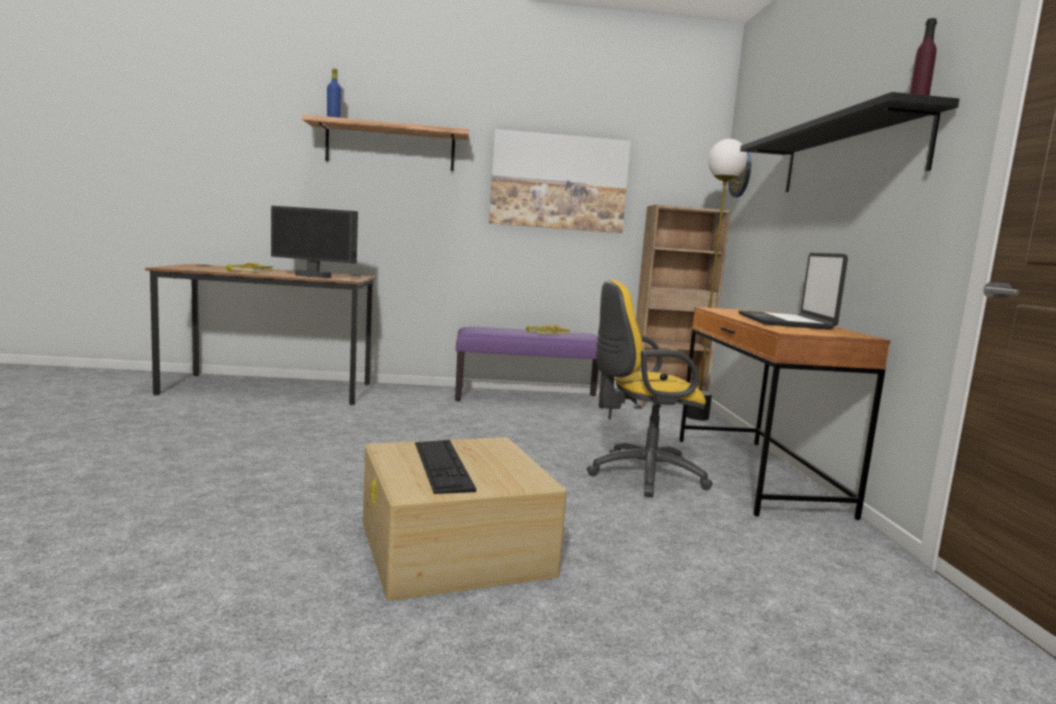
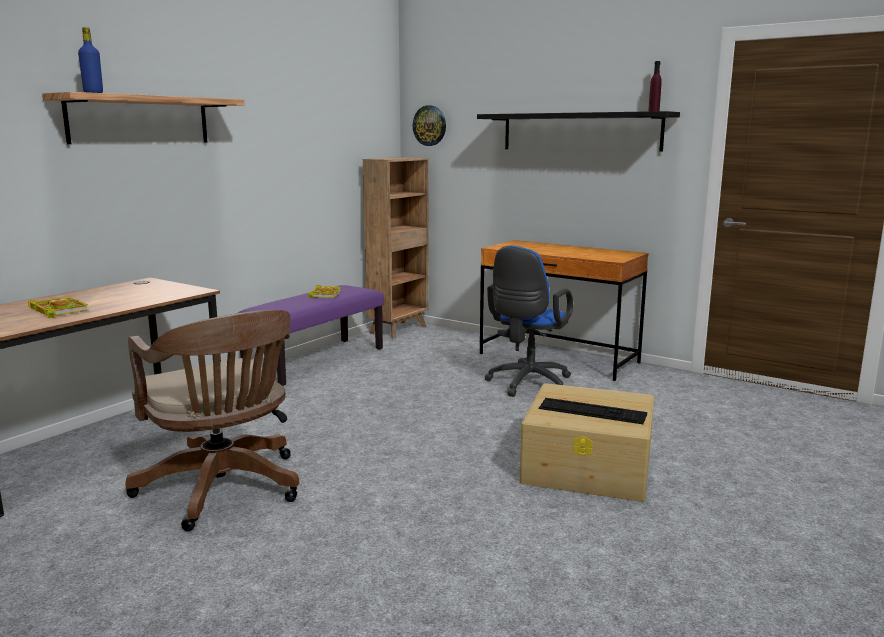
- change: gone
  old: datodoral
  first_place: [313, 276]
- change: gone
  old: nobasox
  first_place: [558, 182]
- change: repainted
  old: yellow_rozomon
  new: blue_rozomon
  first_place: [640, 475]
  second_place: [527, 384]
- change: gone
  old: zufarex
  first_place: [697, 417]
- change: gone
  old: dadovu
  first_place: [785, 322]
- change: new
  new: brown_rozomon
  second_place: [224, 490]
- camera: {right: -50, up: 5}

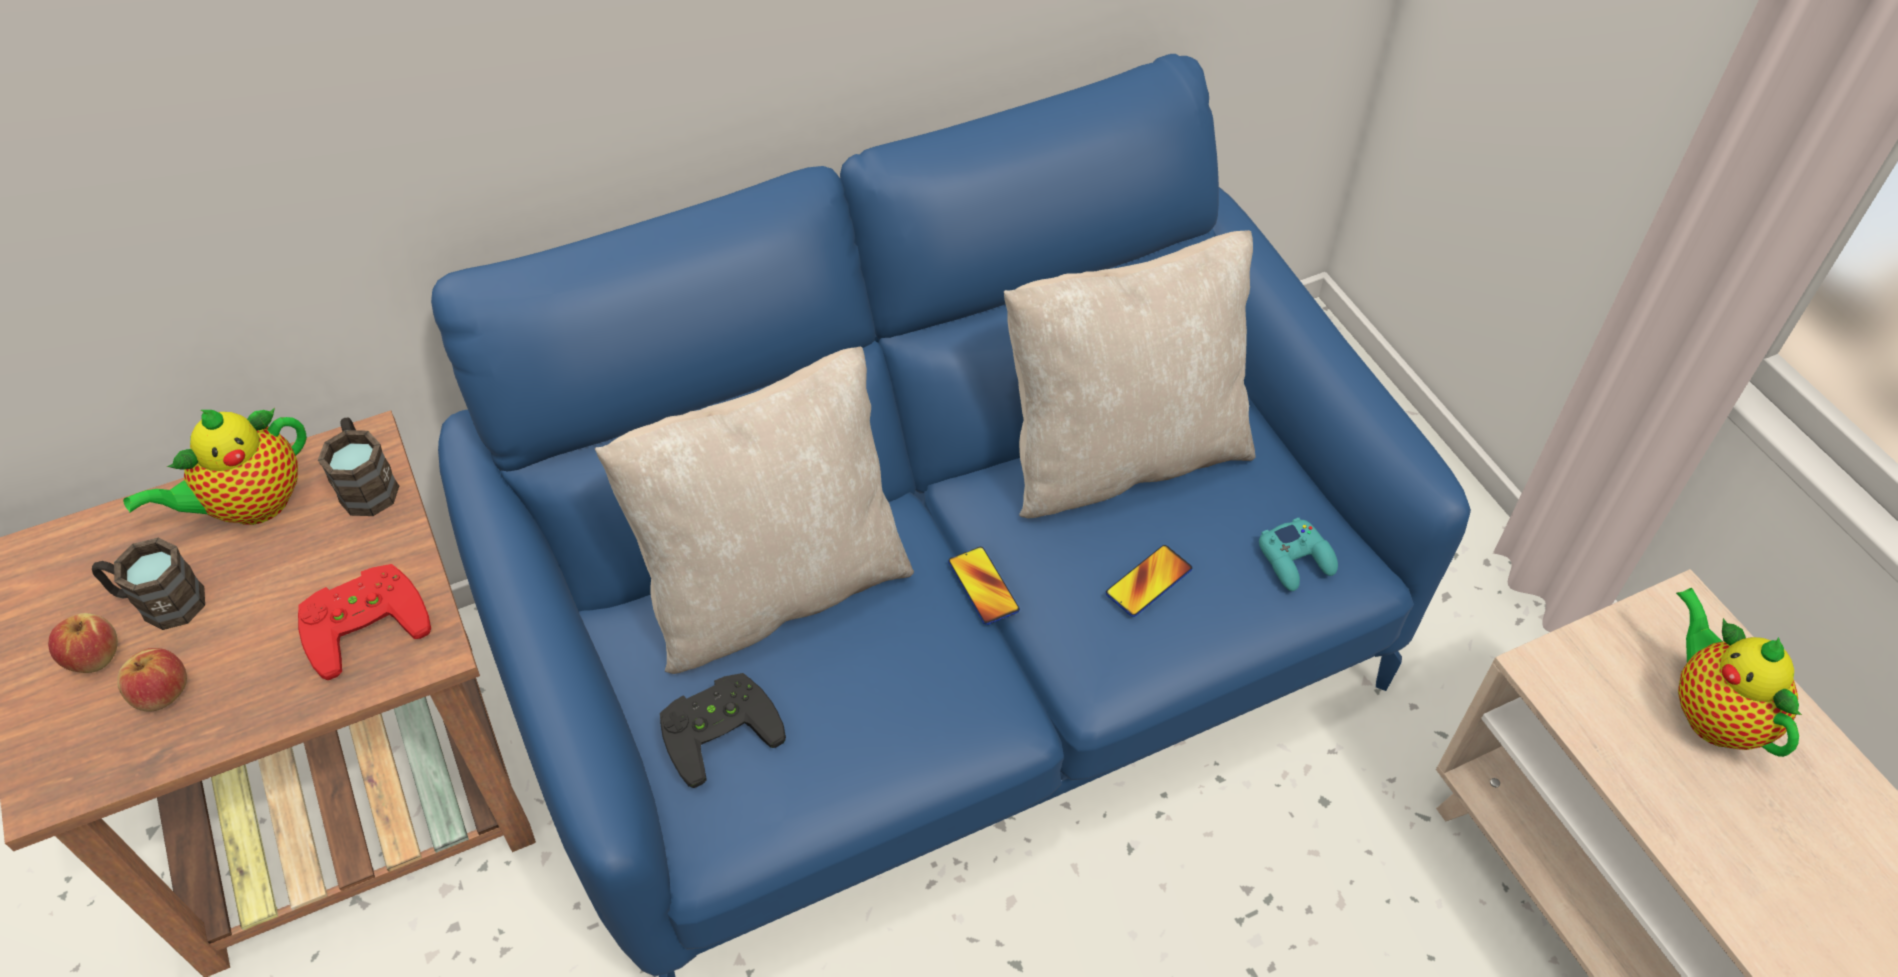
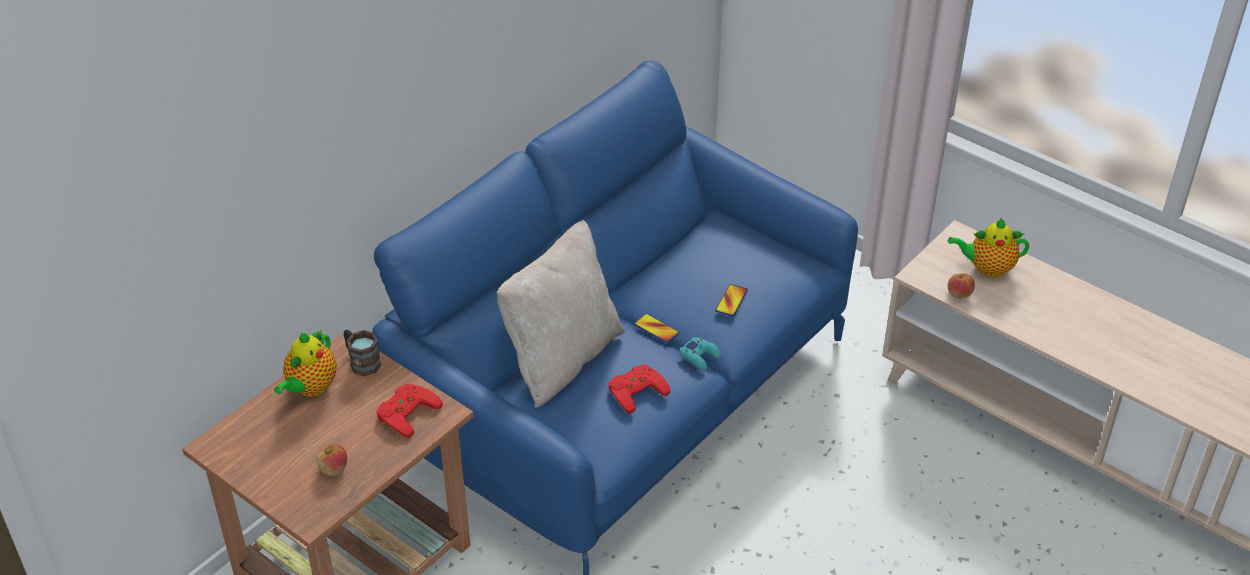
- change: shifted
  old: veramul
  first_place: [94, 656]
  second_place: [959, 294]
- change: gone
  old: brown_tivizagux
  first_place: [160, 602]
- change: gone
  old: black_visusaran
  first_place: [718, 726]
- change: gone
  old: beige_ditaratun
  first_place: [1122, 454]
- change: shifted
  old: turquoise_visusaran
  first_place: [1296, 560]
  second_place: [700, 357]
- change: rotated
  old: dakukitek
  first_place: [1712, 712]
  second_place: [987, 268]
  degrees: -45
- change: new
  new: red_visusaran
  second_place: [635, 389]
- camera: {right: -25, up: -10}

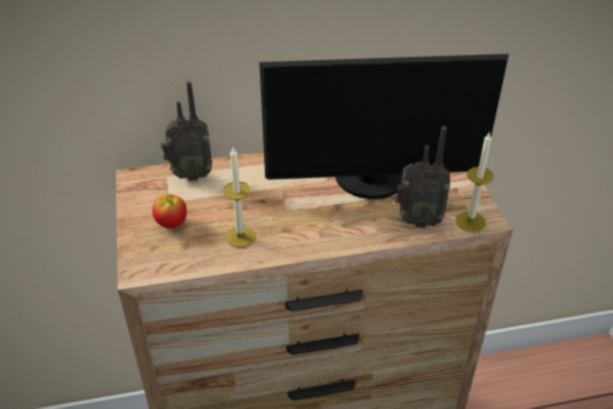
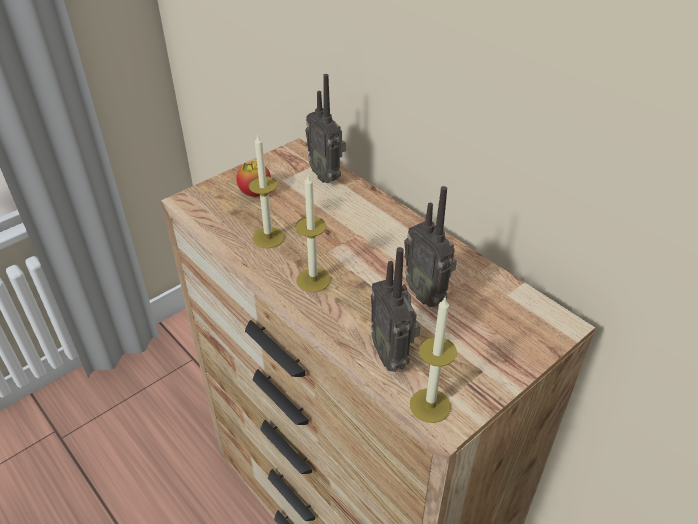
- change: swapped
  old: datodoral
  new: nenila
  first_place: [372, 180]
  second_place: [427, 294]
- change: new
  new: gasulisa
  second_place: [313, 280]
- camera: {right: 60, up: 0}

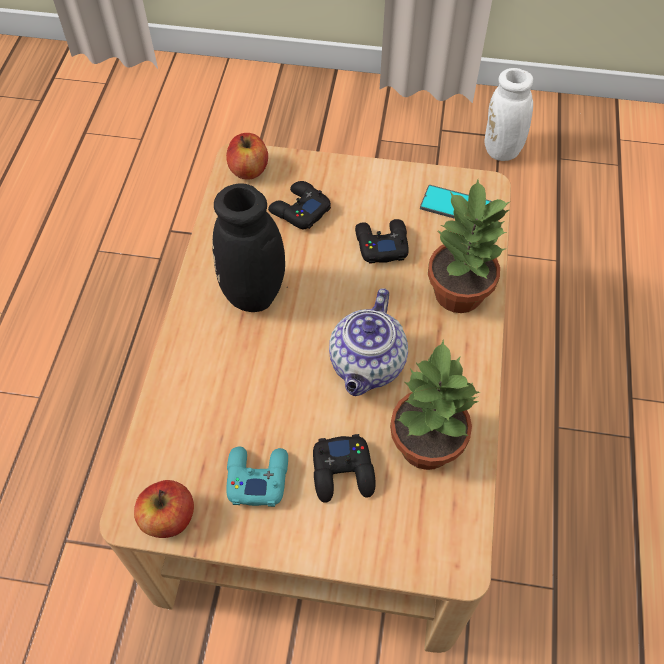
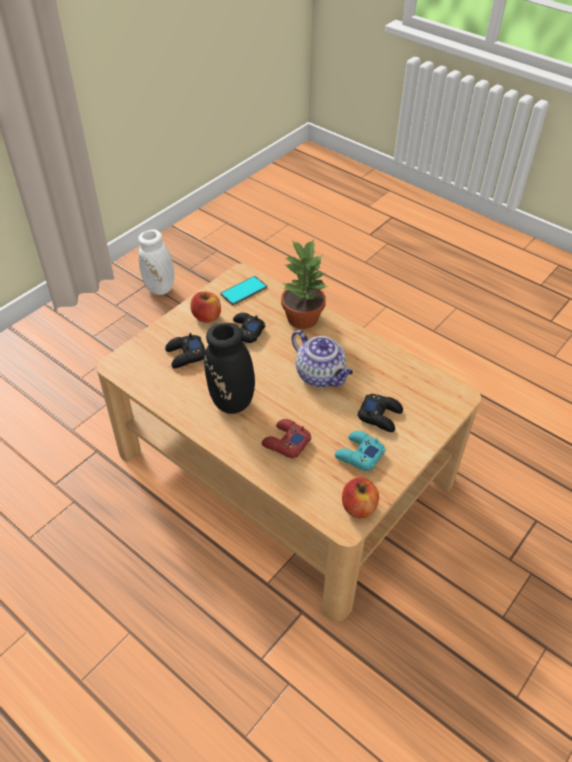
- change: shifted
  old: veramul
  first_place: [249, 170]
  second_place: [206, 317]
- change: gone
  old: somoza
  first_place: [425, 443]
- change: new
  new: red_visusaran
  second_place: [285, 442]
- camera: {right: -60, up: -10}

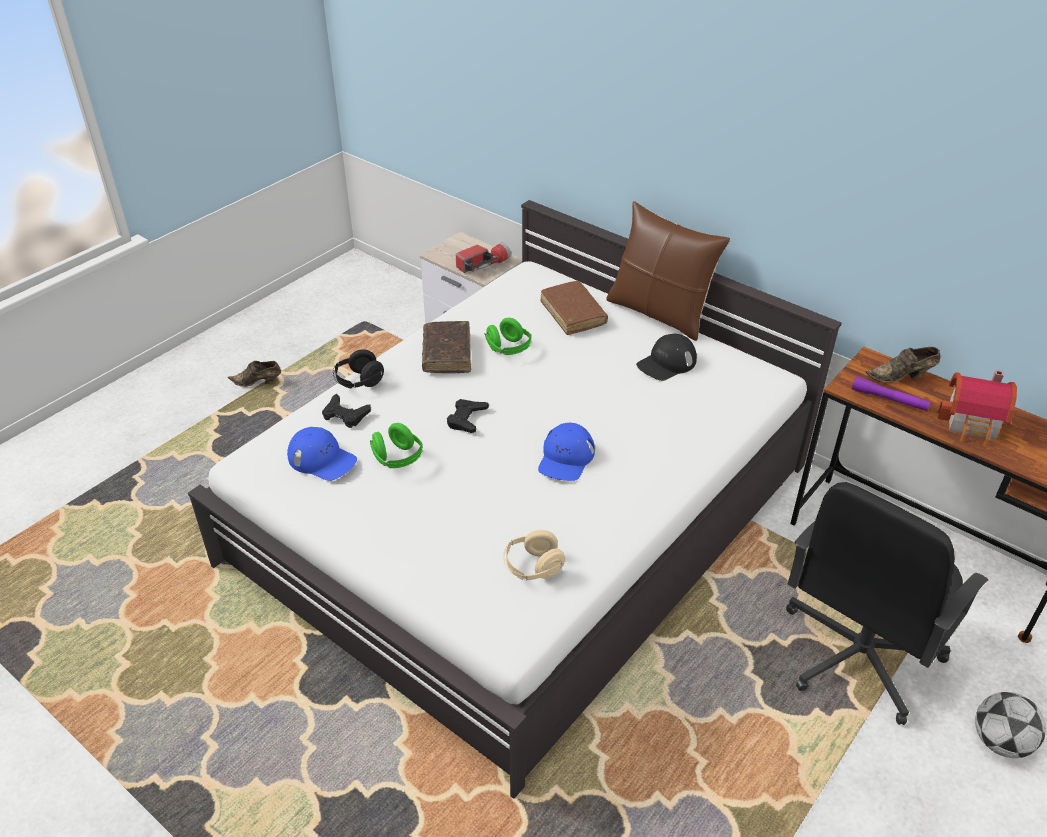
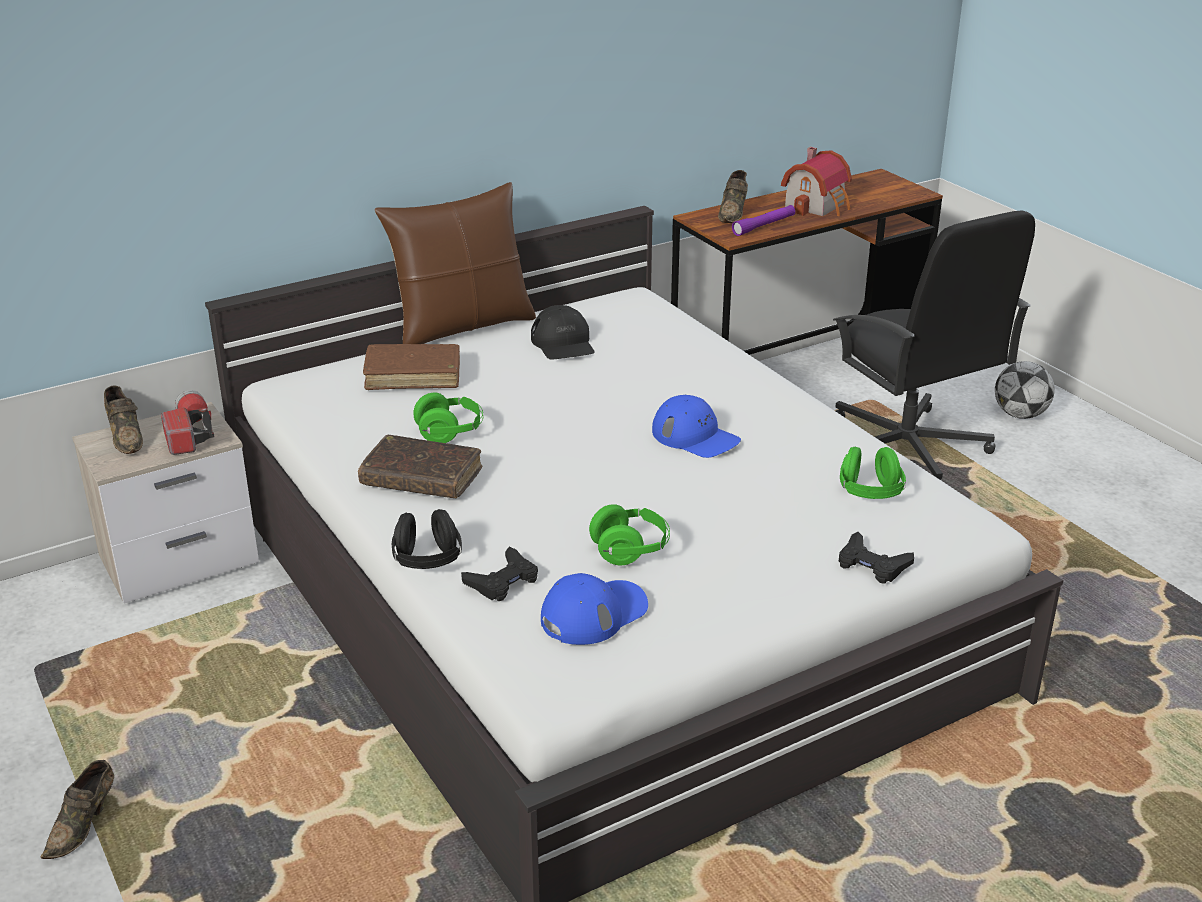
- change: shifted
  old: black_visusaran
  first_place: [466, 419]
  second_place: [872, 564]
- change: repainted
  old: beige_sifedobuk
  new: green_sifedobuk
  first_place: [533, 567]
  second_place: [869, 493]
- change: new
  new: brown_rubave
  second_place: [126, 437]
- camera: {right: -70, up: -10}

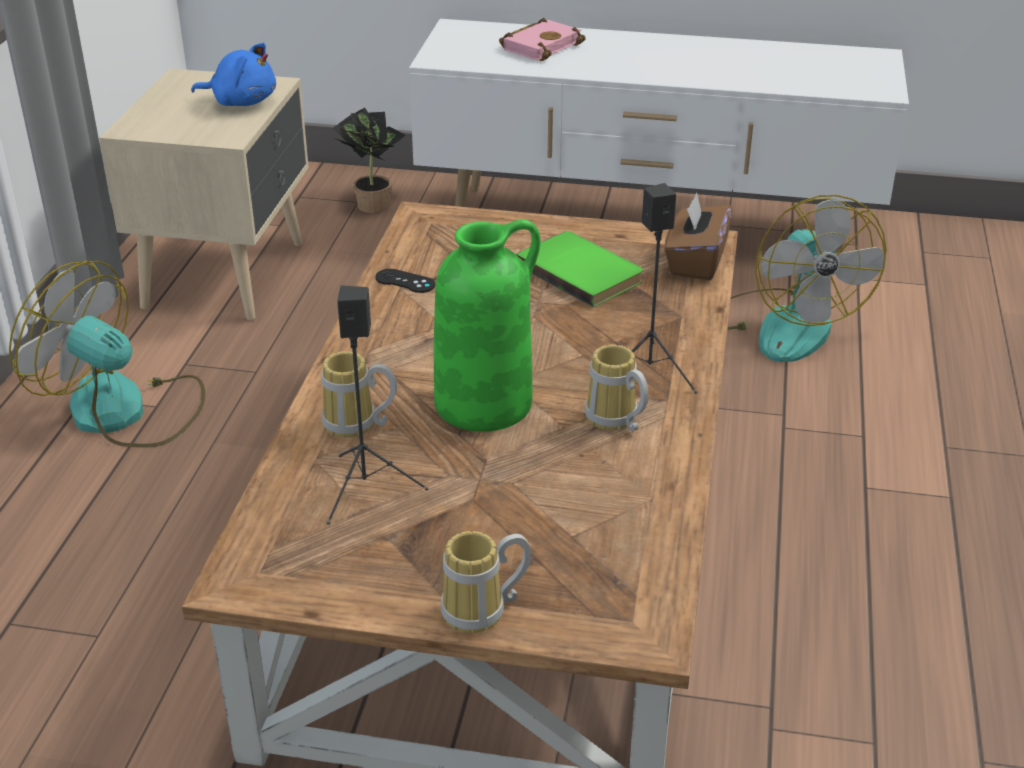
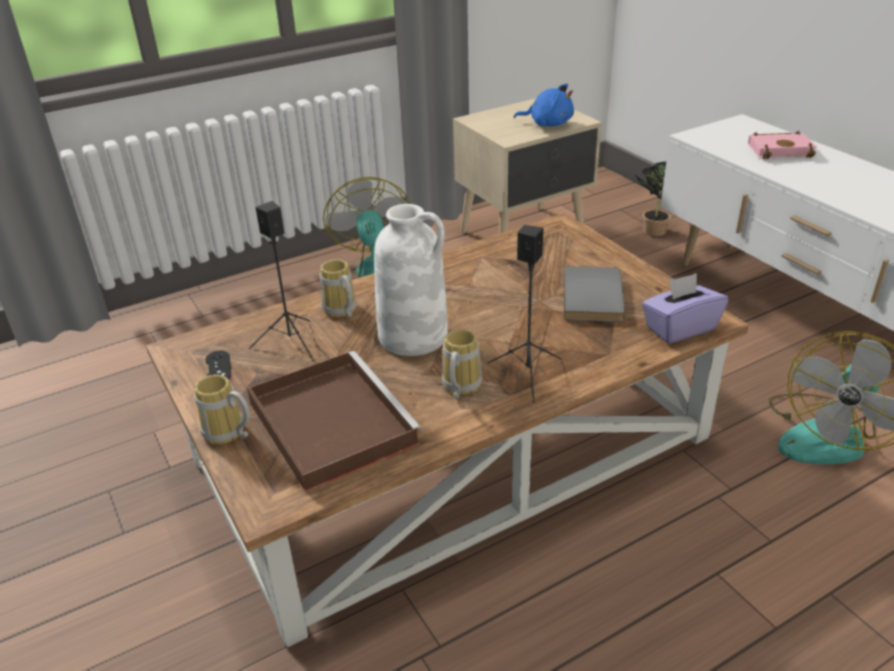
- change: rotated
  old: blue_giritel
  first_place: [241, 102]
  second_place: [548, 124]
  degrees: -45
- change: shifted
  old: black_visusaran
  first_place: [405, 281]
  second_place: [218, 367]
- change: repainted
  old: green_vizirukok
  new: white_vizirukok
  first_place: [484, 403]
  second_place: [414, 336]
- change: repainted
  old: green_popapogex
  new: grey_popapogex
  first_place: [582, 272]
  second_place: [595, 297]
- change: repainted
  old: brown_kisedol
  new: purple_kisedol
  first_place: [695, 262]
  second_place: [679, 328]
- change: new
  new: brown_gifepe
  second_place: [329, 421]
- camera: {right: 50, up: 0}

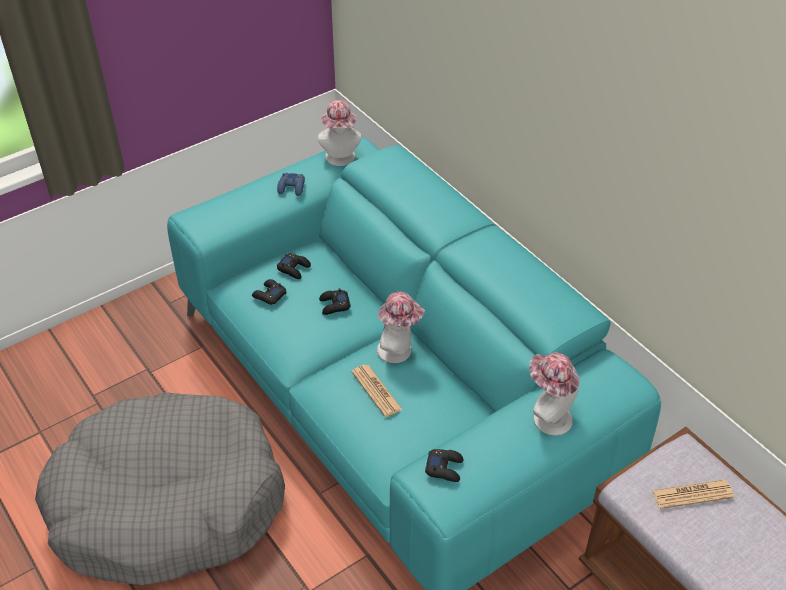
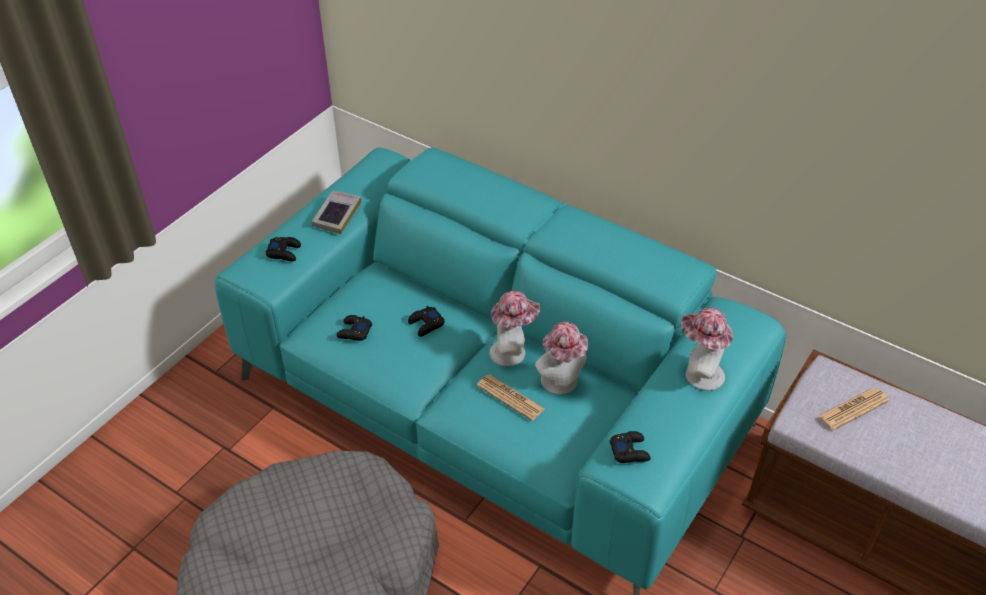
- change: swapped
  old: blue_visusaran
  new: popapogex
  first_place: [292, 187]
  second_place: [337, 215]
- change: shifted
  old: black_visusaran
  first_place: [294, 268]
  second_place: [284, 252]
- change: shifted
  old: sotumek
  first_place: [340, 159]
  second_place: [561, 384]
- camera: {right: -20, up: 0}

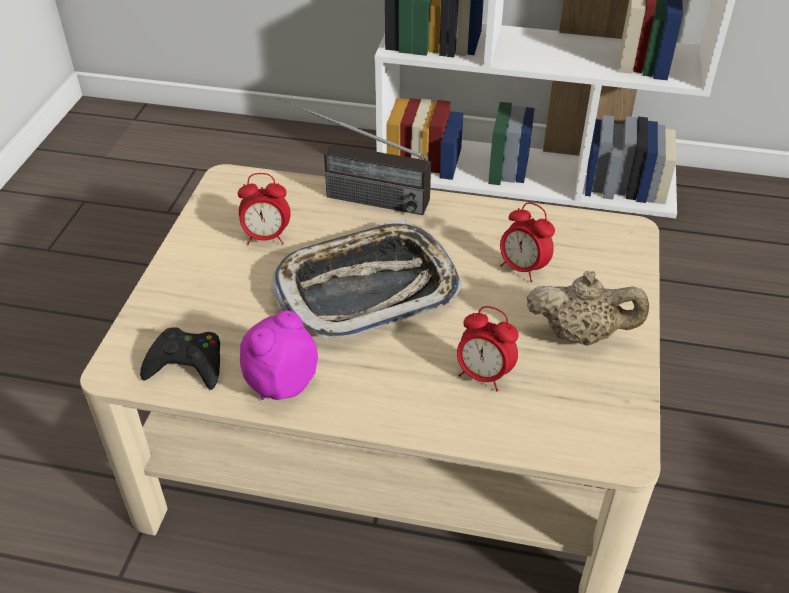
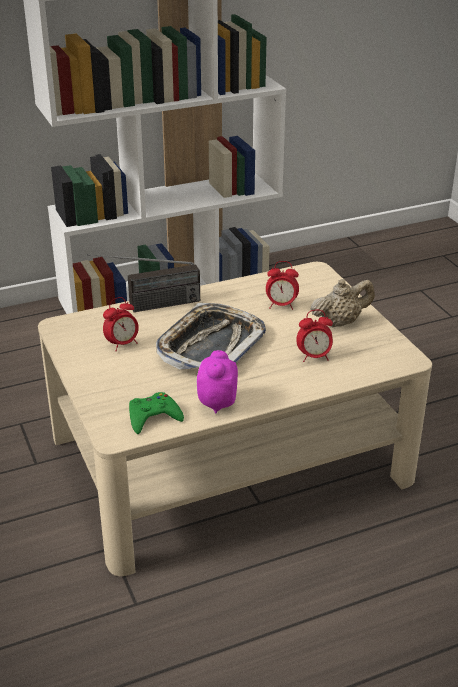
- change: repainted
  old: black_visusaran
  new: green_visusaran
  first_place: [187, 364]
  second_place: [153, 417]
- camera: {right: -35, up: -10}

